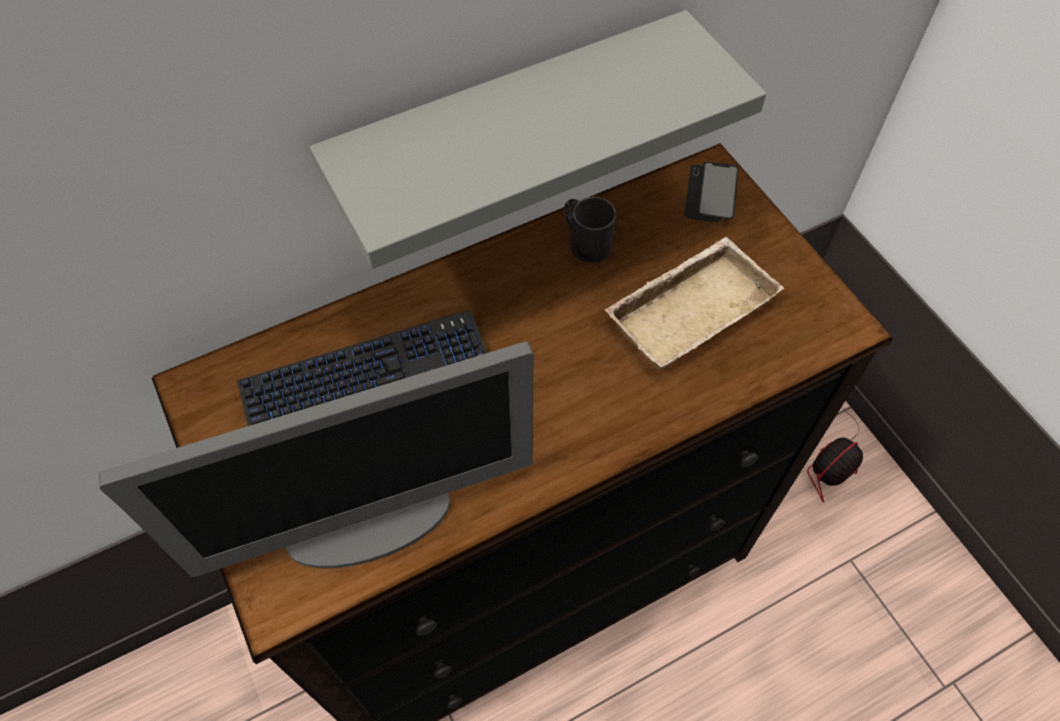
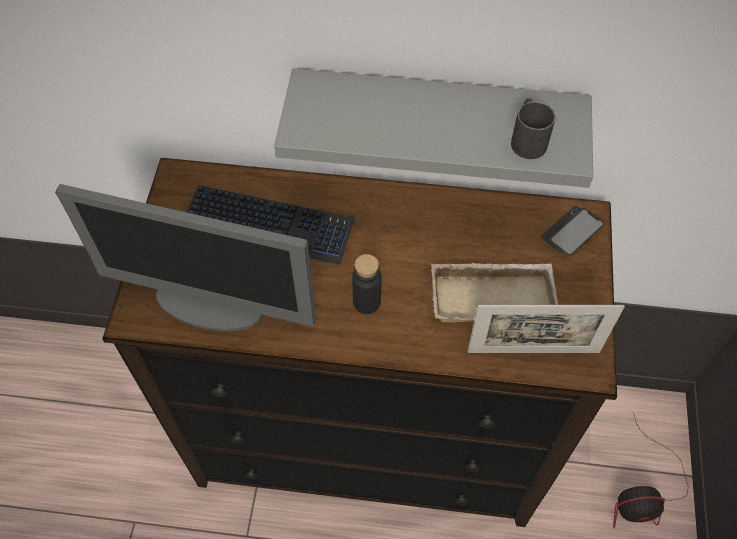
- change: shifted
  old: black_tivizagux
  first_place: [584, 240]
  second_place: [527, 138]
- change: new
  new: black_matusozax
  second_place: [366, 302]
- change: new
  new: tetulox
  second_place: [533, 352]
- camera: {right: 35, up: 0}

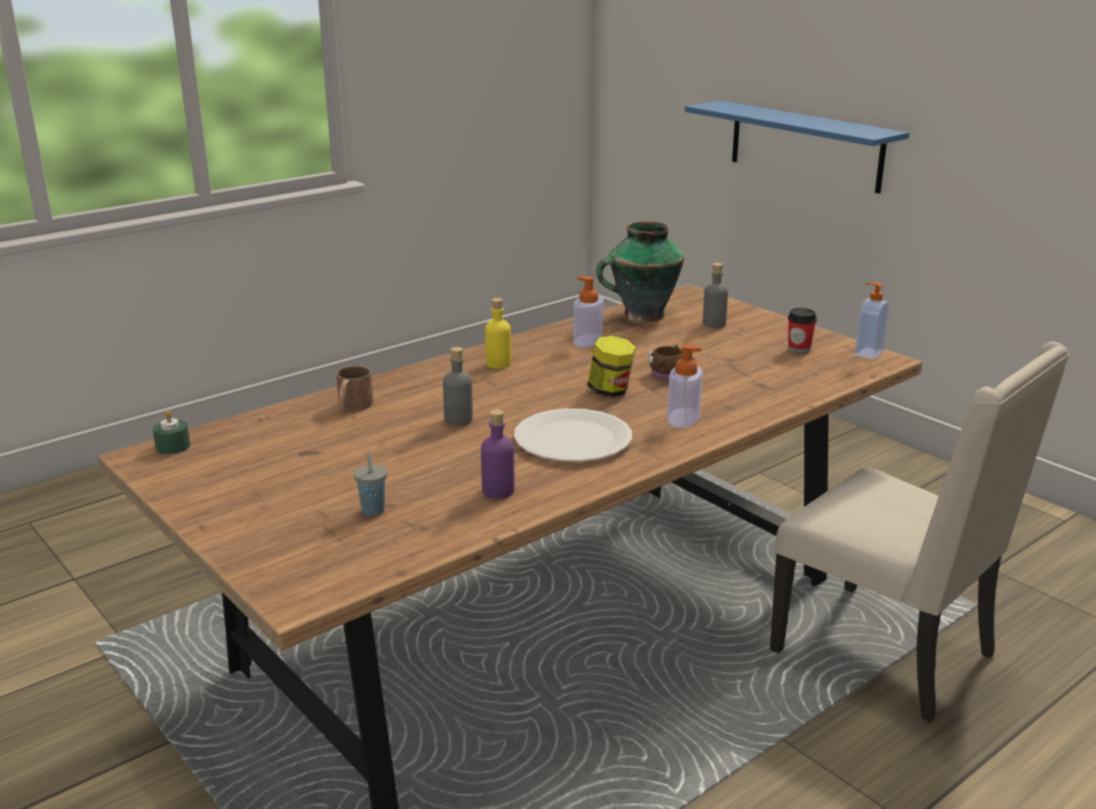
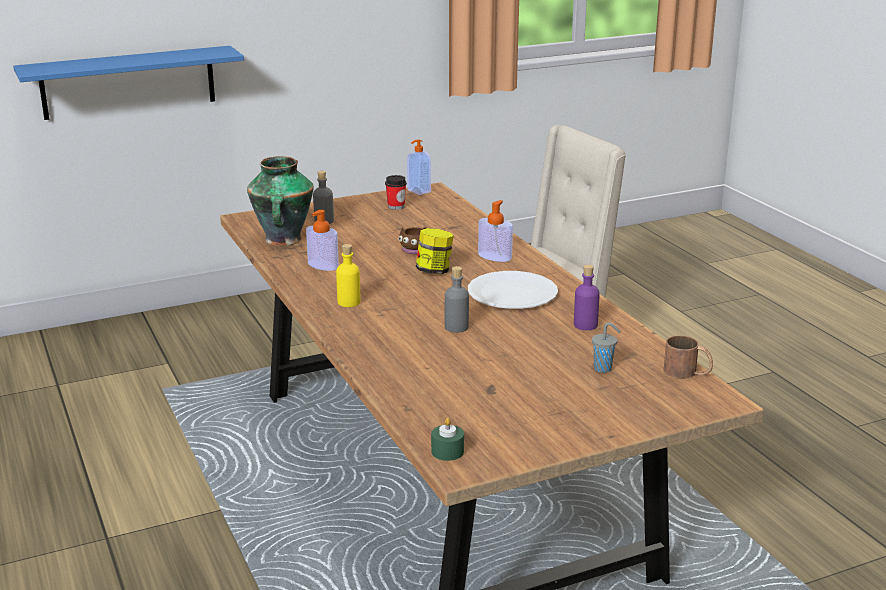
- change: shifted
  old: brown_tivizagux
  first_place: [352, 407]
  second_place: [687, 373]
- camera: {right: -75, up: 0}

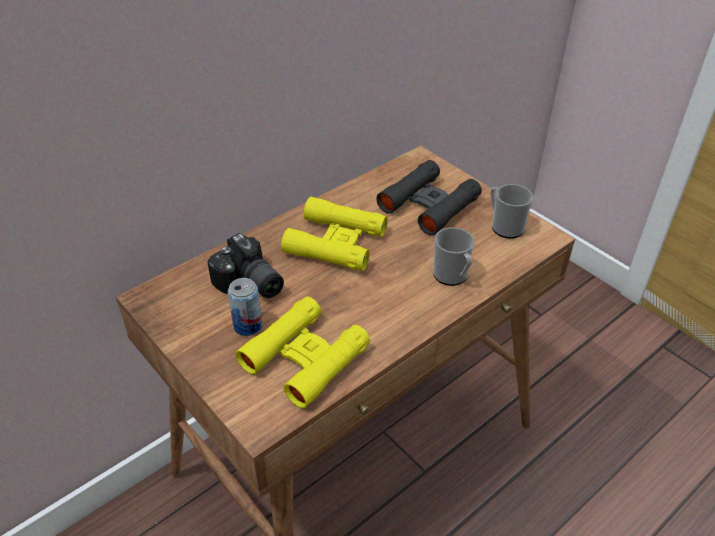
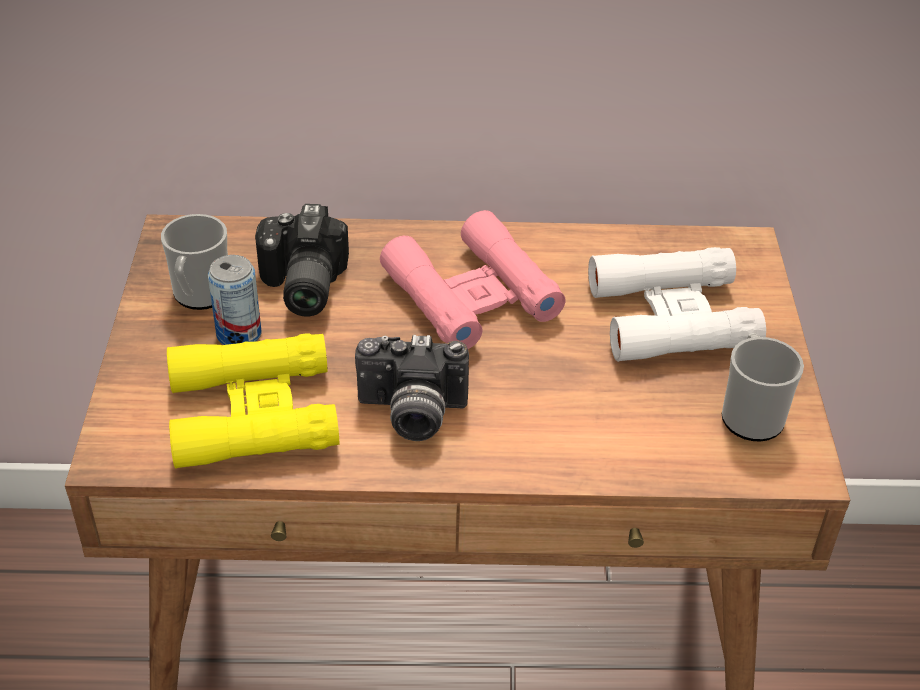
- change: repainted
  old: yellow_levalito
  new: pink_levalito
  first_place: [336, 242]
  second_place: [471, 295]
- change: repainted
  old: black_levalito
  new: white_levalito
  first_place: [429, 204]
  second_place: [671, 317]
- change: shifted
  old: tivizagux
  first_place: [452, 276]
  second_place: [199, 296]
- change: new
  new: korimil
  second_place: [411, 415]
- camera: {right: 40, up: 0}

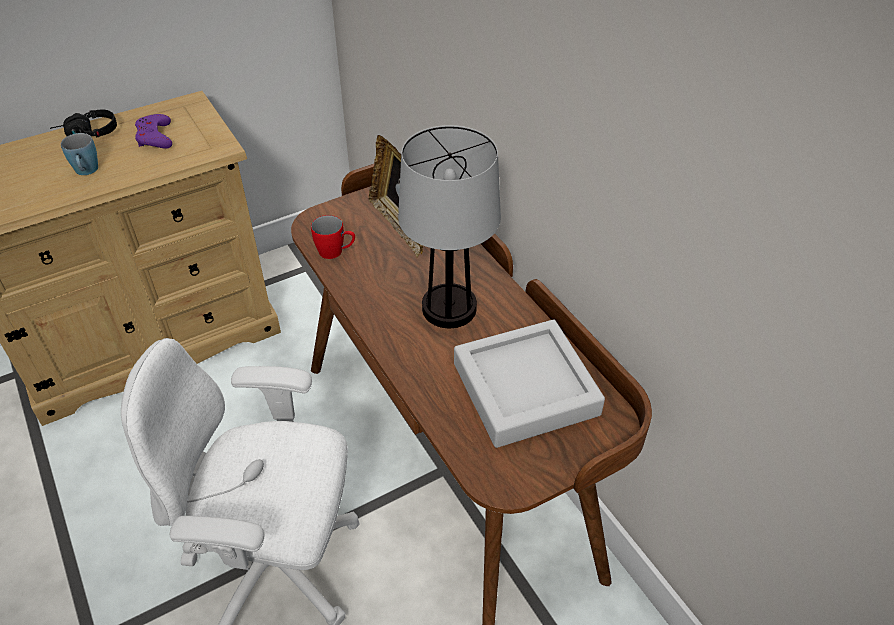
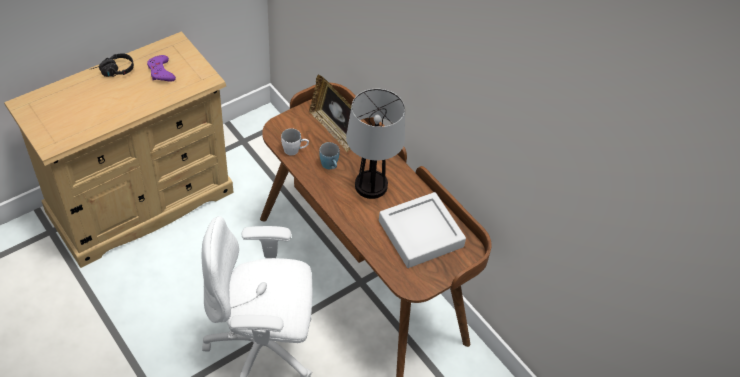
- change: shifted
  old: blue_tivizagux
  first_place: [87, 172]
  second_place: [330, 166]
- change: repainted
  old: red_tivizagux
  new: white_tivizagux
  first_place: [336, 252]
  second_place: [295, 150]
- camera: {right: -10, up: 5}

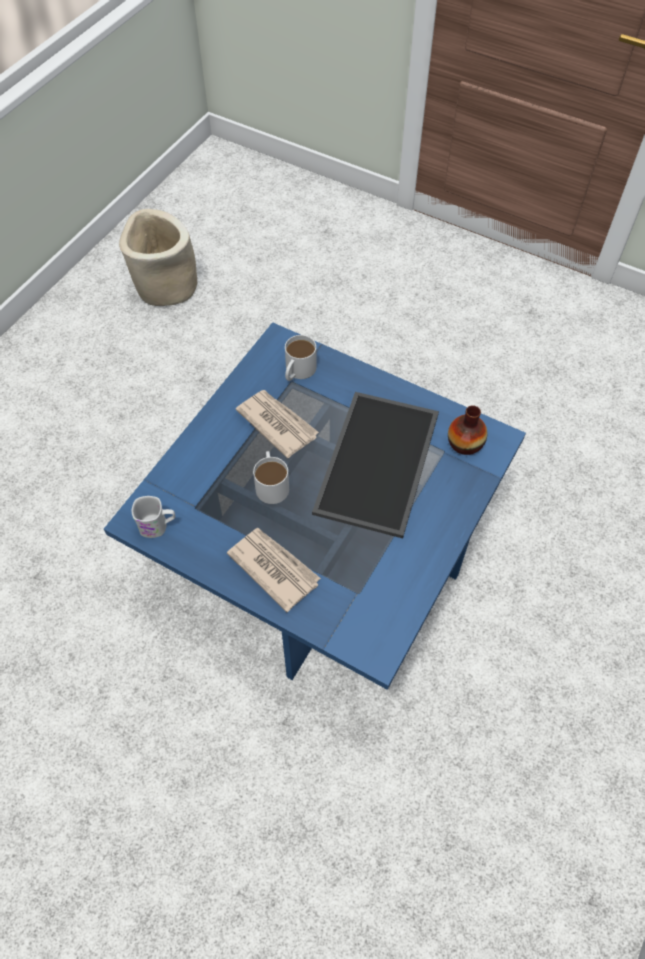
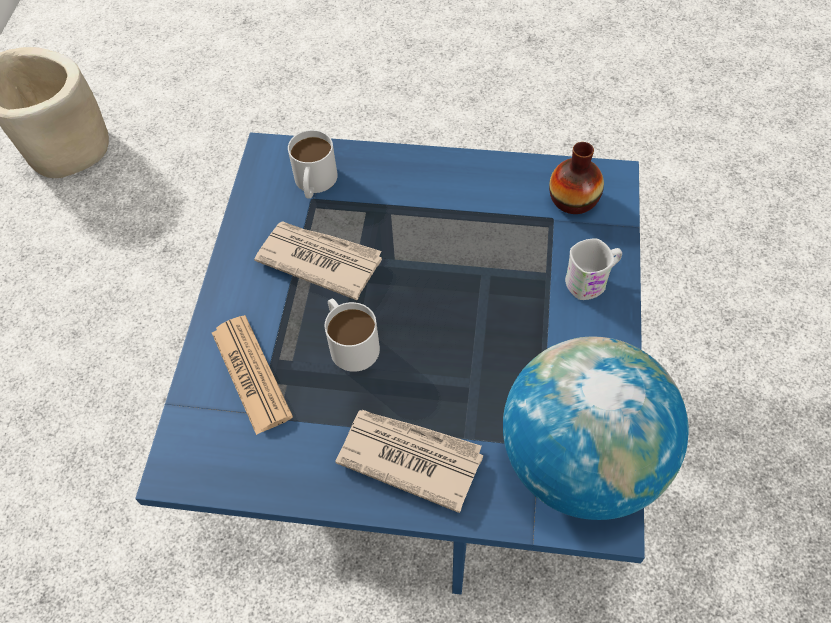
- change: shifted
  old: white_tivizagux
  first_place: [158, 526]
  second_place: [591, 281]
- change: gone
  old: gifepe
  first_place: [379, 464]
- change: new
  new: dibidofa
  second_place: [251, 374]
- change: new
  new: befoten
  second_place: [581, 461]
- camera: {right: -20, up: 0}

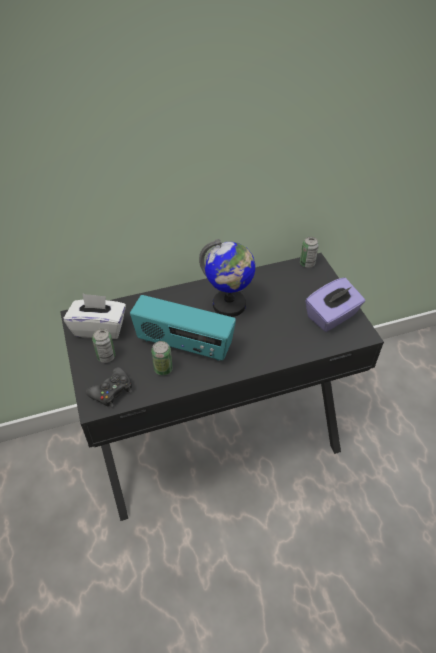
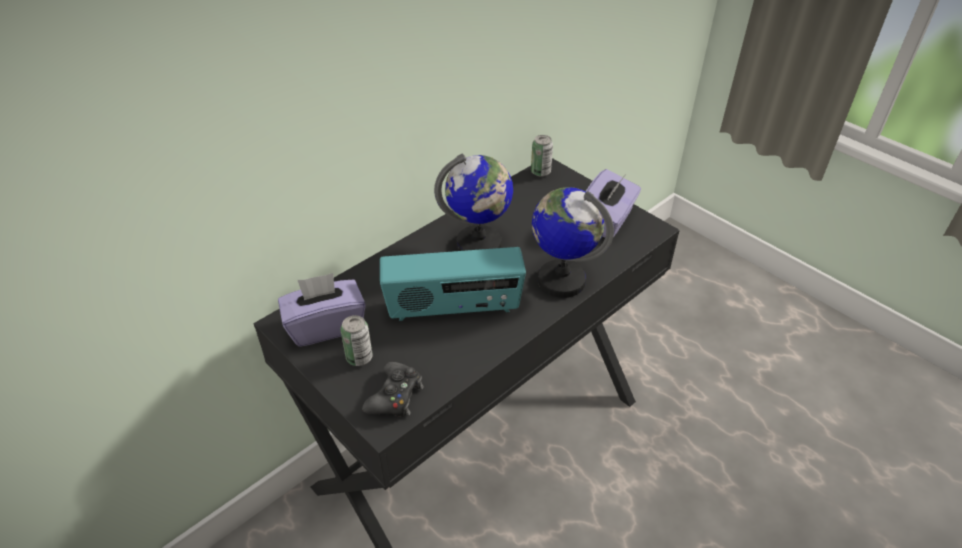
- change: repainted
  old: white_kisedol
  new: purple_kisedol
  first_place: [99, 328]
  second_place: [326, 326]
- change: gone
  old: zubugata
  first_place: [163, 369]
- change: new
  new: befoten
  second_place: [561, 280]
- camera: {right: -25, up: -5}

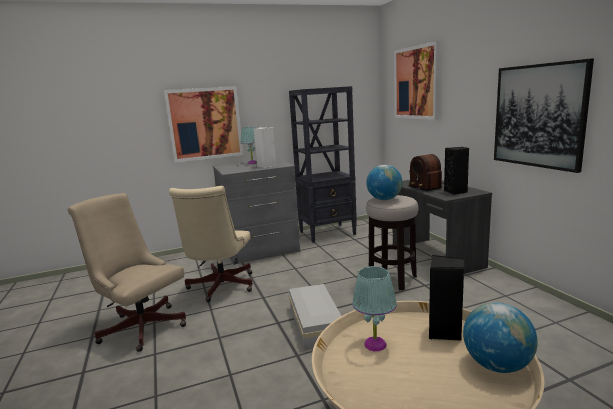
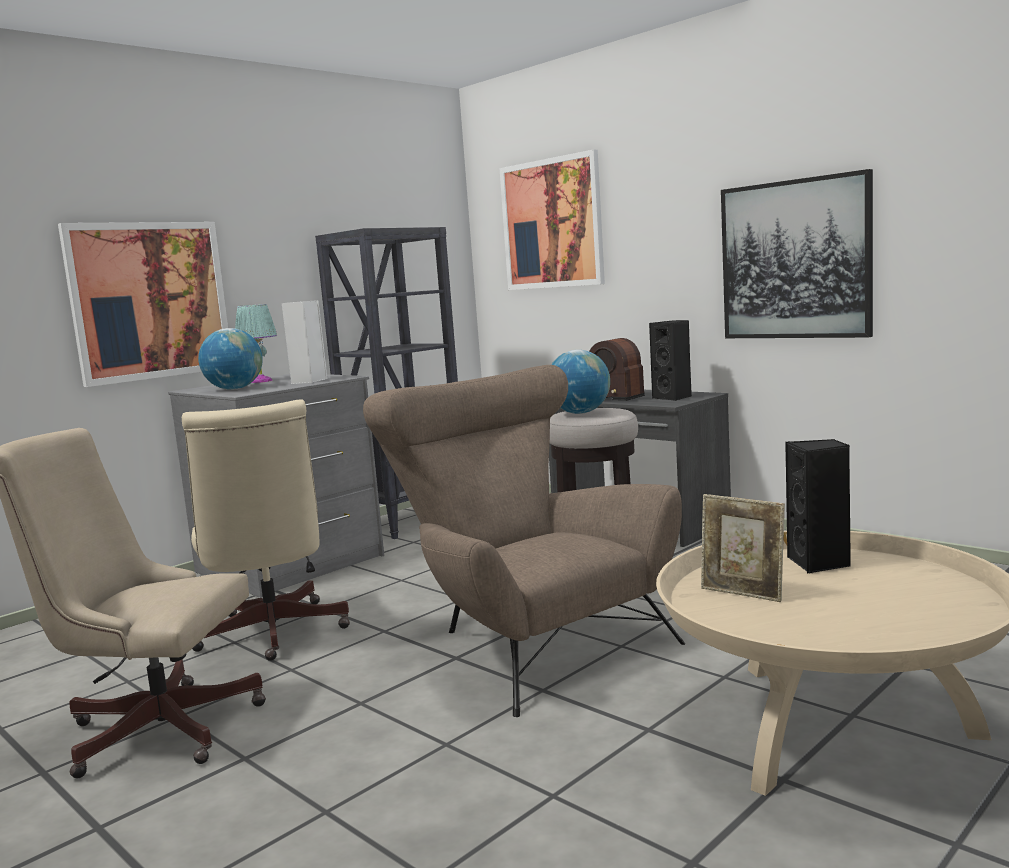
- change: swapped
  old: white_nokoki
  new: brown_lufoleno
  first_place: [316, 322]
  second_place: [528, 642]
- change: swapped
  old: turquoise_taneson
  new: tetulox
  first_place: [375, 344]
  second_place: [742, 594]
- change: shifted
  old: befoten
  first_place: [497, 365]
  second_place: [234, 389]
- camera: {right: -25, up: -5}

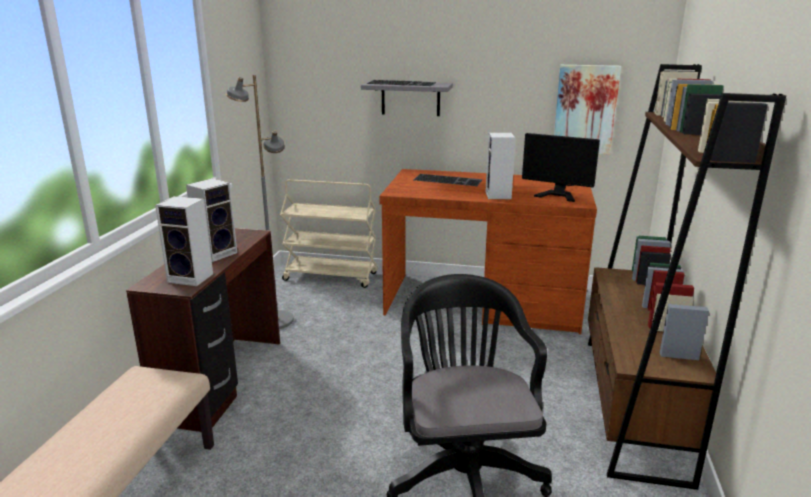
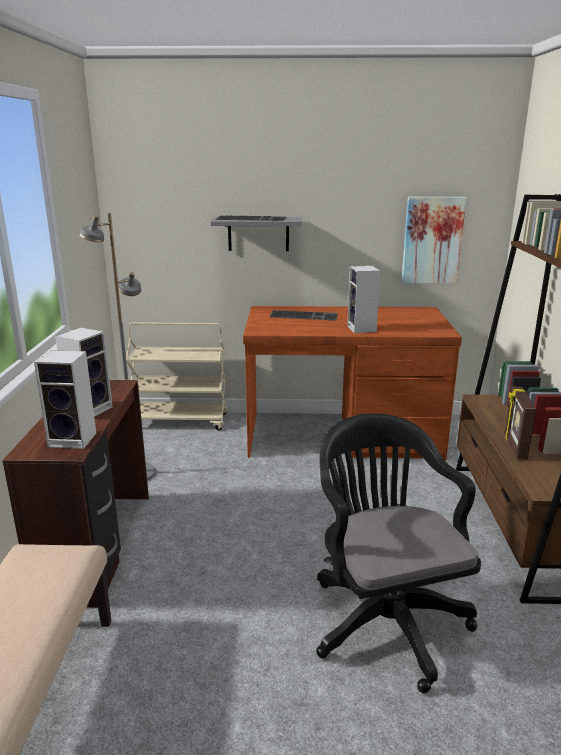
- change: gone
  old: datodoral
  first_place: [560, 193]
- change: new
  new: tetulox
  second_place: [514, 447]
- camera: {right: -10, up: 0}

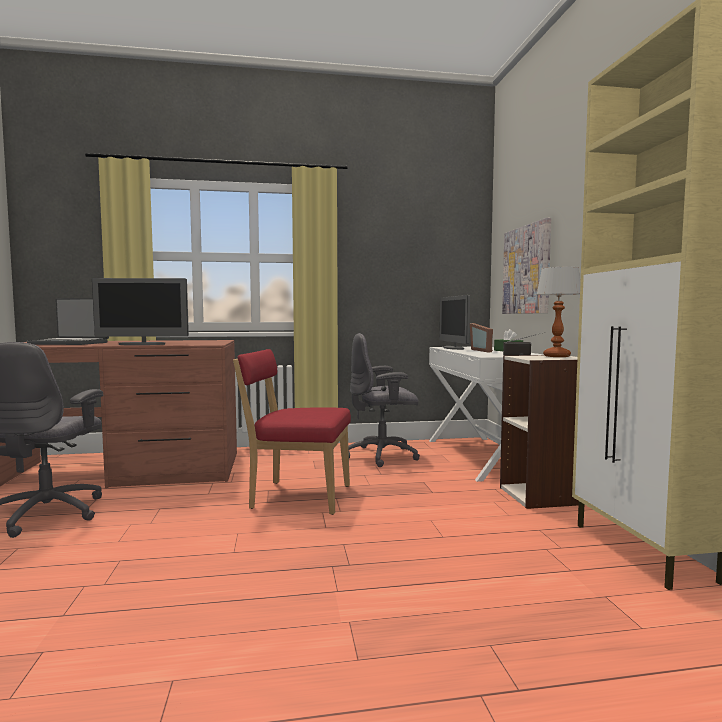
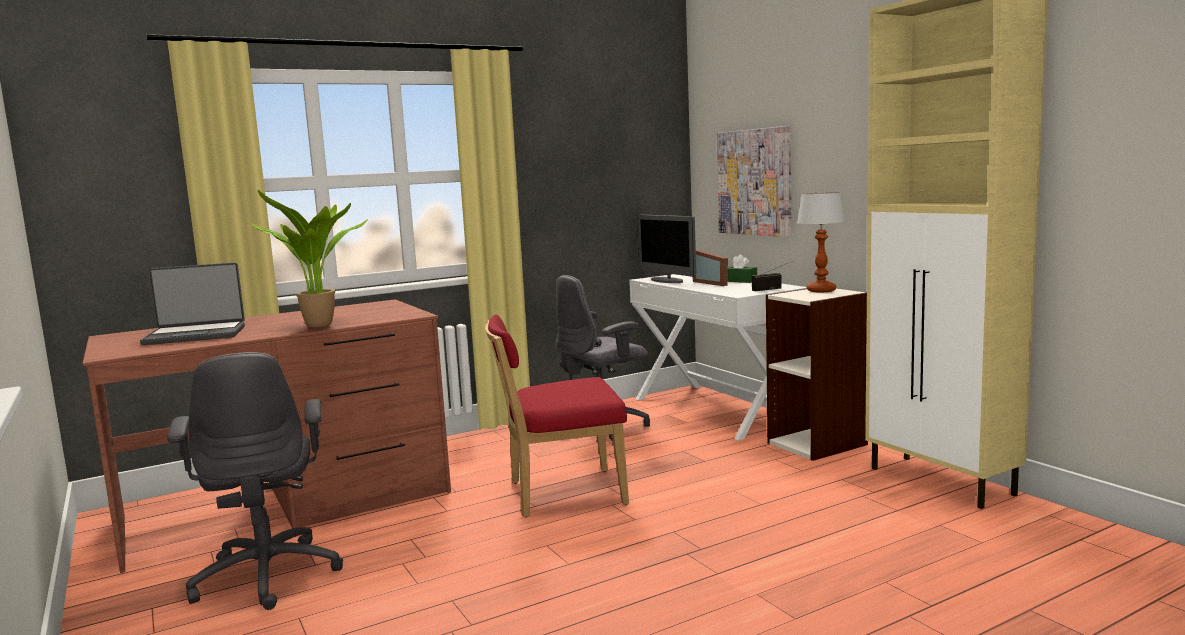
- change: swapped
  old: datodoral
  new: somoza
  first_place: [142, 344]
  second_place: [321, 326]
- camera: {right: -20, up: 5}

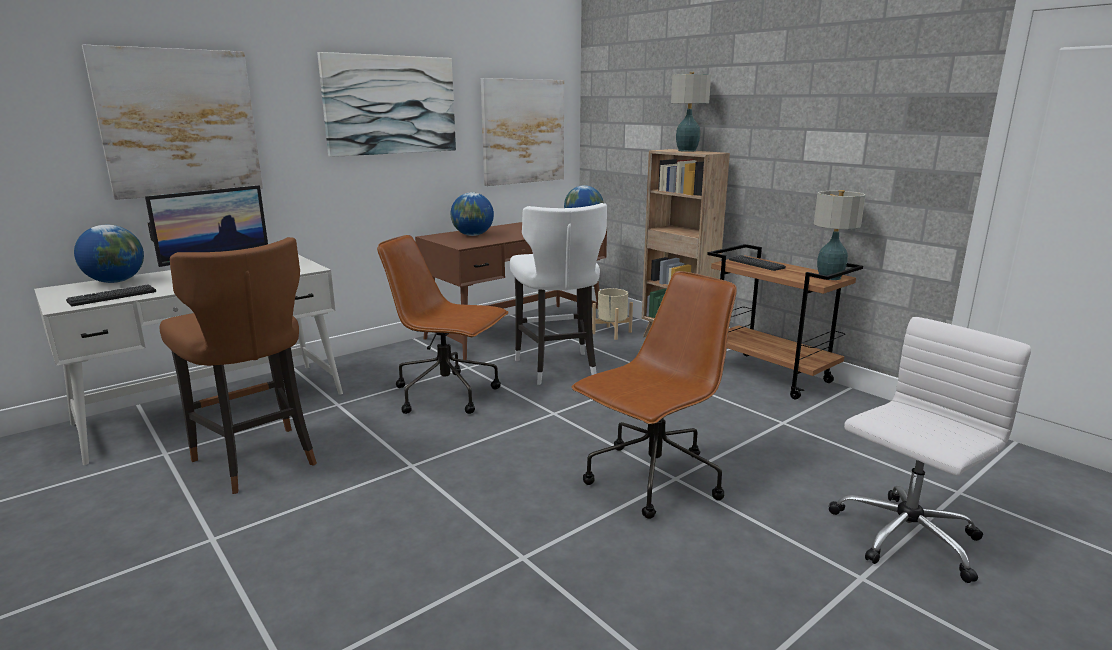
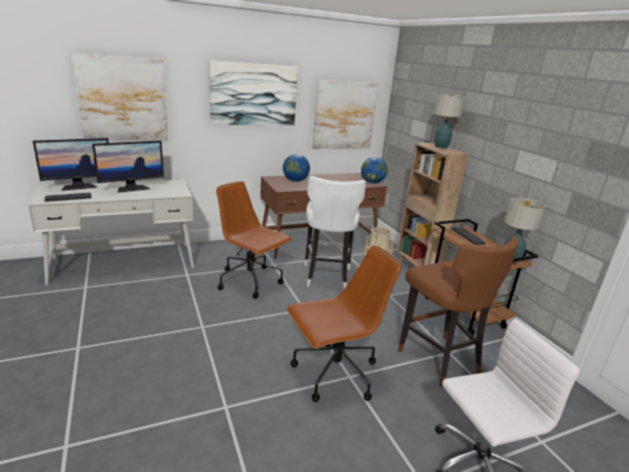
- change: swapped
  old: befoten
  new: datodoral
  first_place: [116, 281]
  second_place: [78, 186]
- change: shifted
  old: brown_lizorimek
  first_place: [257, 459]
  second_place: [438, 359]
- camera: {right: 15, up: 5}

